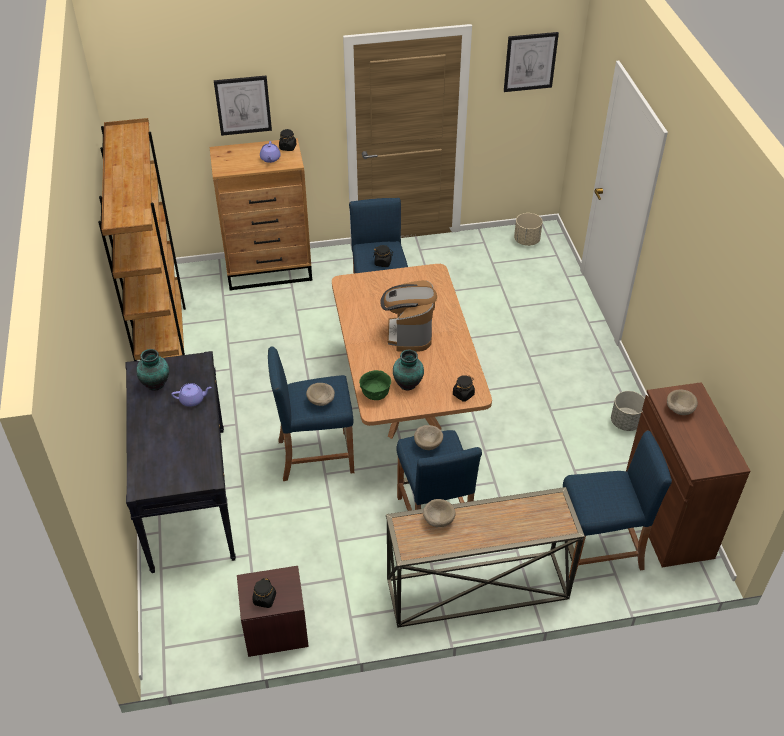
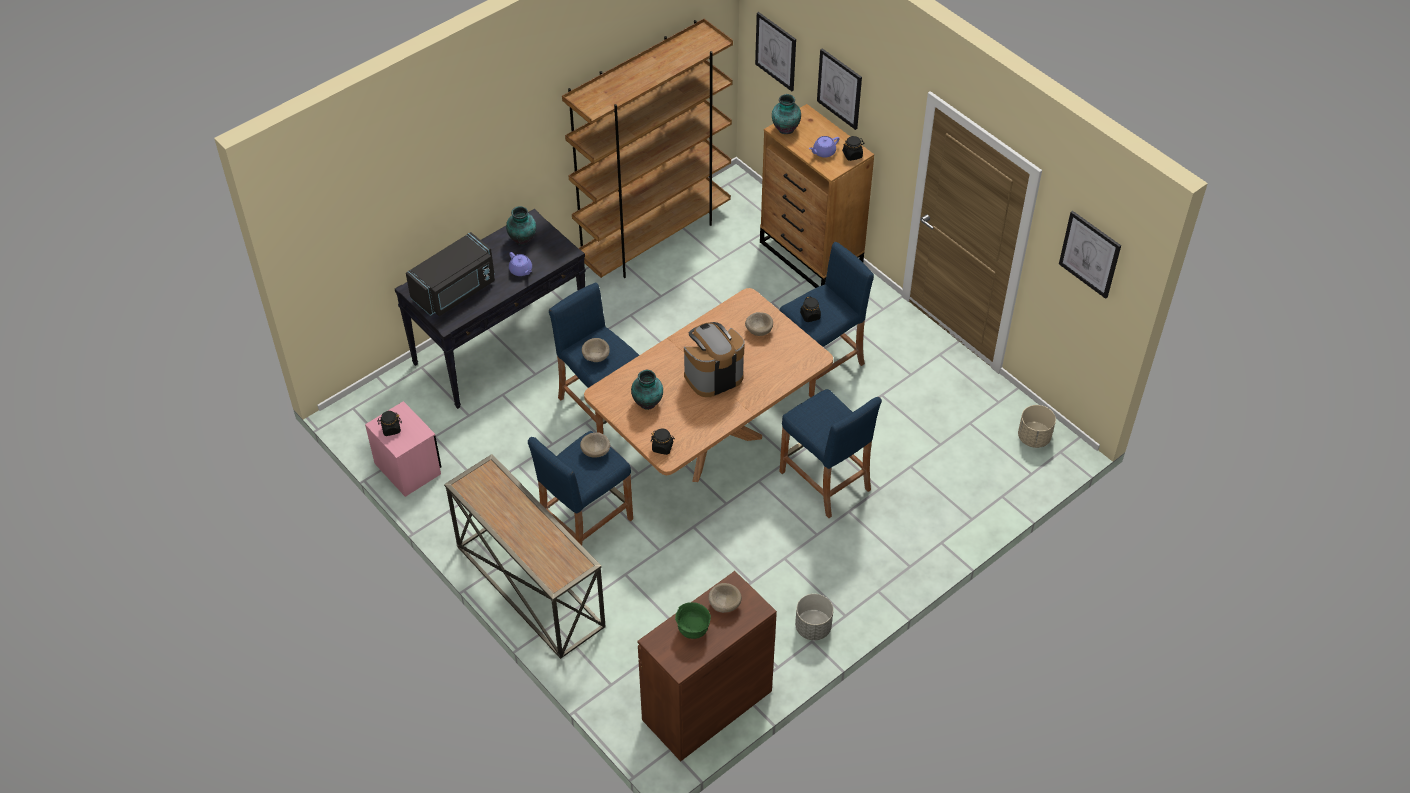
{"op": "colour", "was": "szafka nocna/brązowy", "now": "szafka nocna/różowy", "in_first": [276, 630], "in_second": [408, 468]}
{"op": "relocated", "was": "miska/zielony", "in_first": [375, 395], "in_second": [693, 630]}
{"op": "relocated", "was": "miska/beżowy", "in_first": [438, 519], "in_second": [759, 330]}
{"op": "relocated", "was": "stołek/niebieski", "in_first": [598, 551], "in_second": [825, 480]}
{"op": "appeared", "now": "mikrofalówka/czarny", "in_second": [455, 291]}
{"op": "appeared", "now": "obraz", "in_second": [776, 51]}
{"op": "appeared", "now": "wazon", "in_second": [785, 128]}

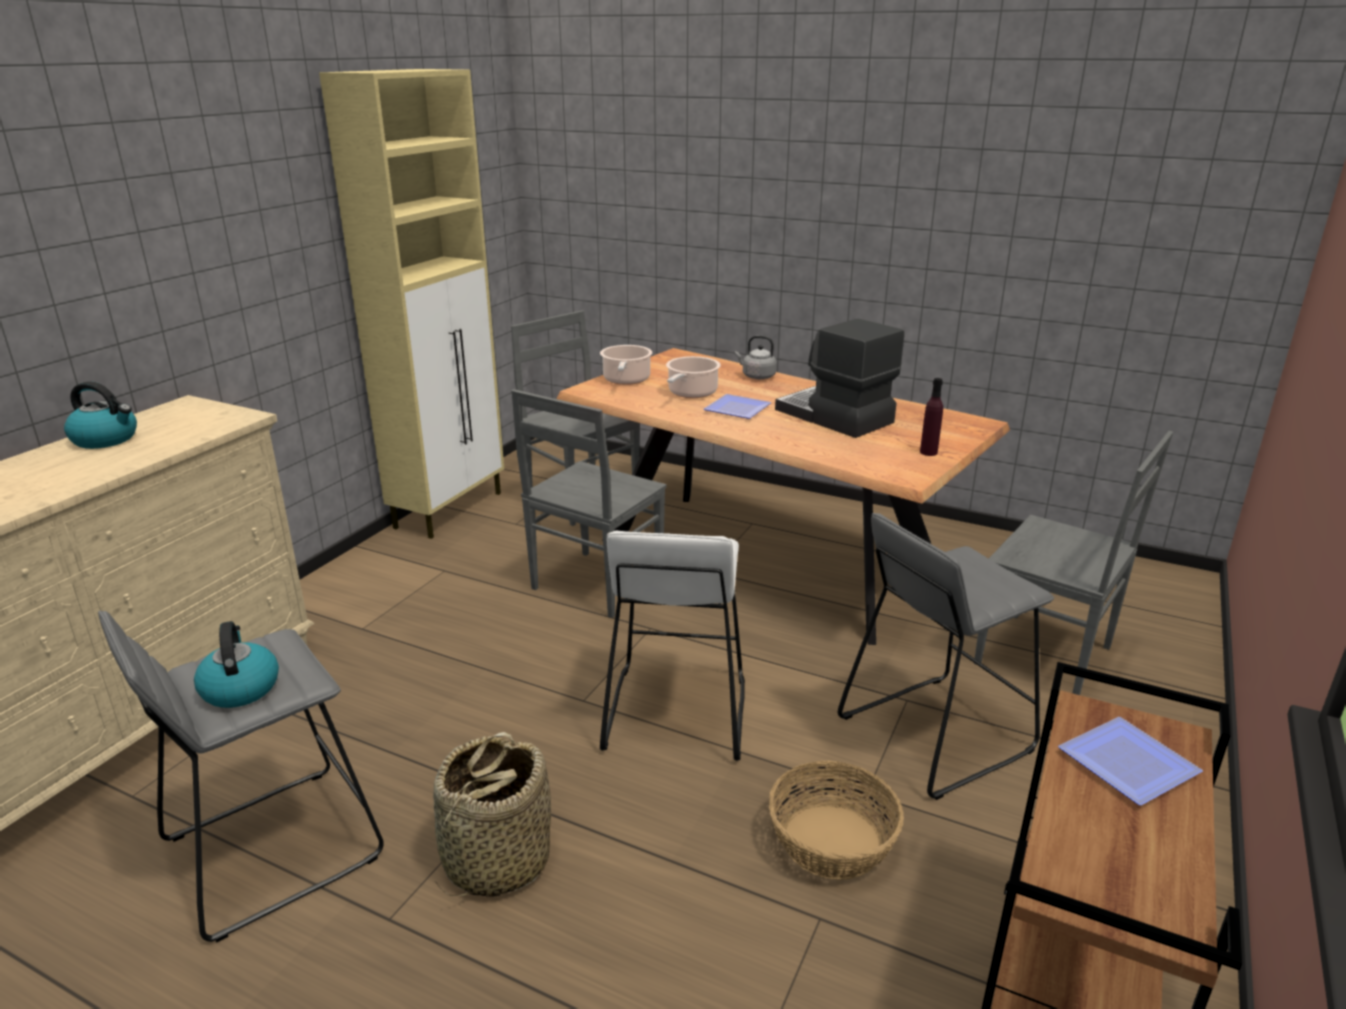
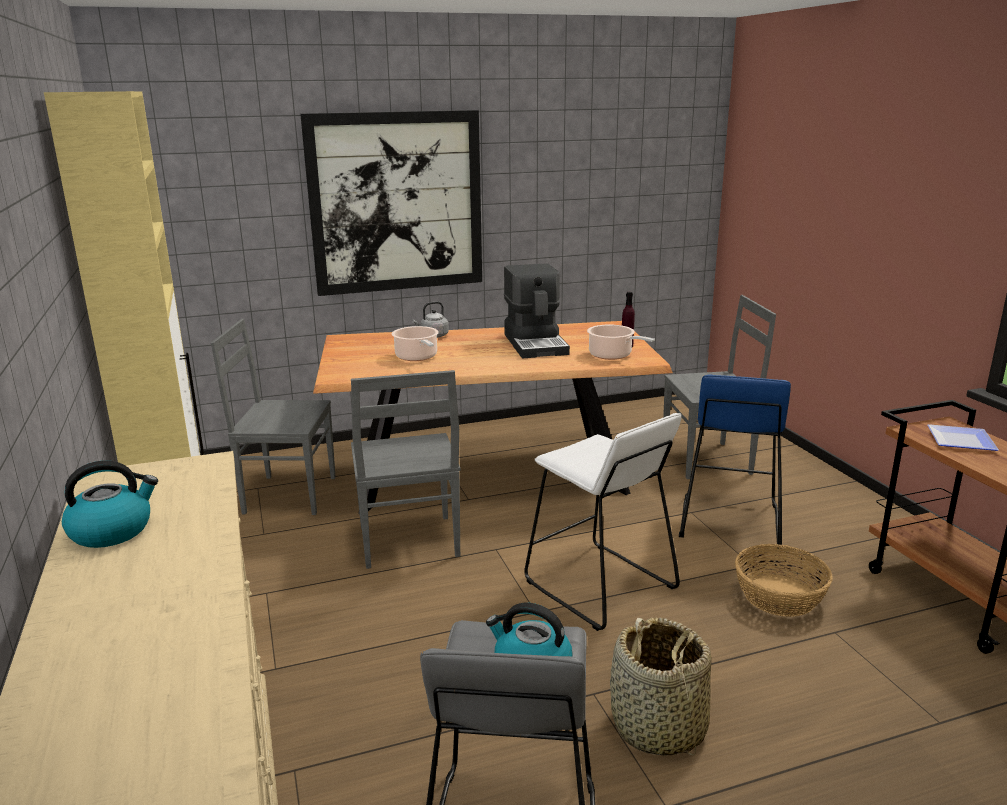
{"op": "relocated", "was": "garnek", "in_first": [626, 380], "in_second": [612, 355]}
{"op": "missing", "was": "talerz", "in_first": [735, 409]}
{"op": "spun", "was": "ekspres do kawy", "in_first": [833, 417], "in_second": [536, 344], "clockwise": -105}
{"op": "colour", "was": "stołek/szary", "now": "stołek/niebieski", "in_first": [934, 733], "in_second": [728, 520]}
{"op": "appeared", "now": "obraz", "in_second": [396, 203]}

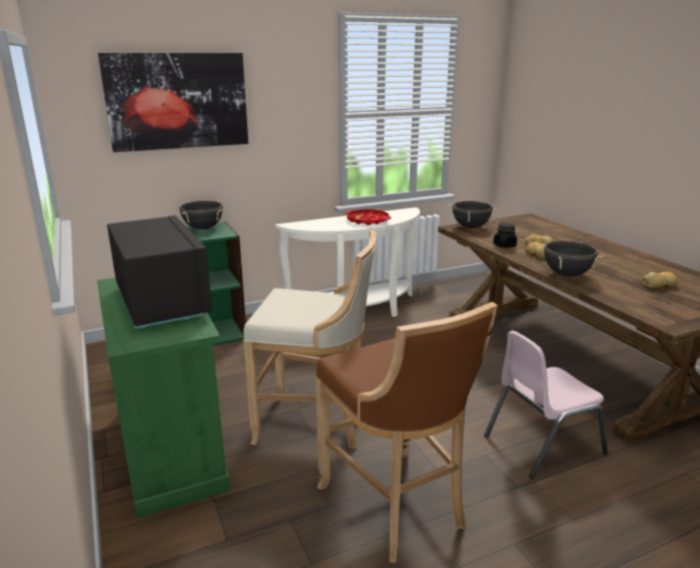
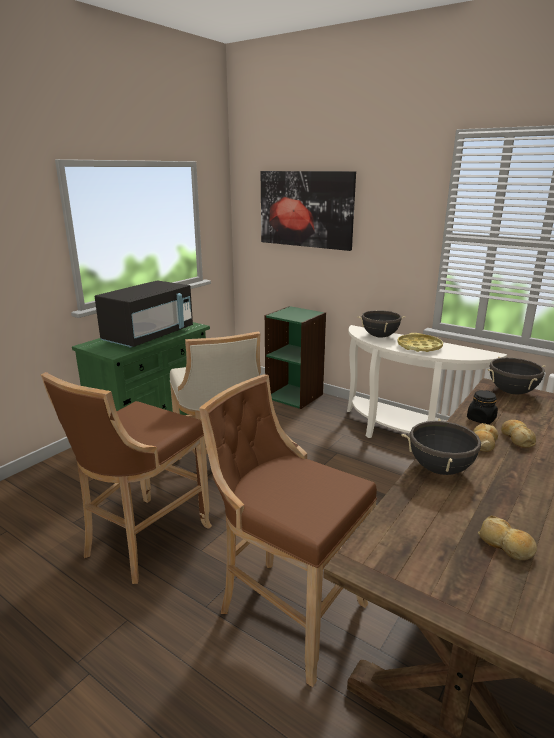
{"op": "relocated", "was": "garnek/czarny", "in_first": [203, 228], "in_second": [379, 336]}
{"op": "colour", "was": "taca/czerwony", "now": "taca/żółty", "in_first": [367, 221], "in_second": [419, 347]}
{"op": "exchanged", "was": "krzesło/różowy", "now": "stołek/brązowy", "in_first": [542, 444], "in_second": [287, 610]}

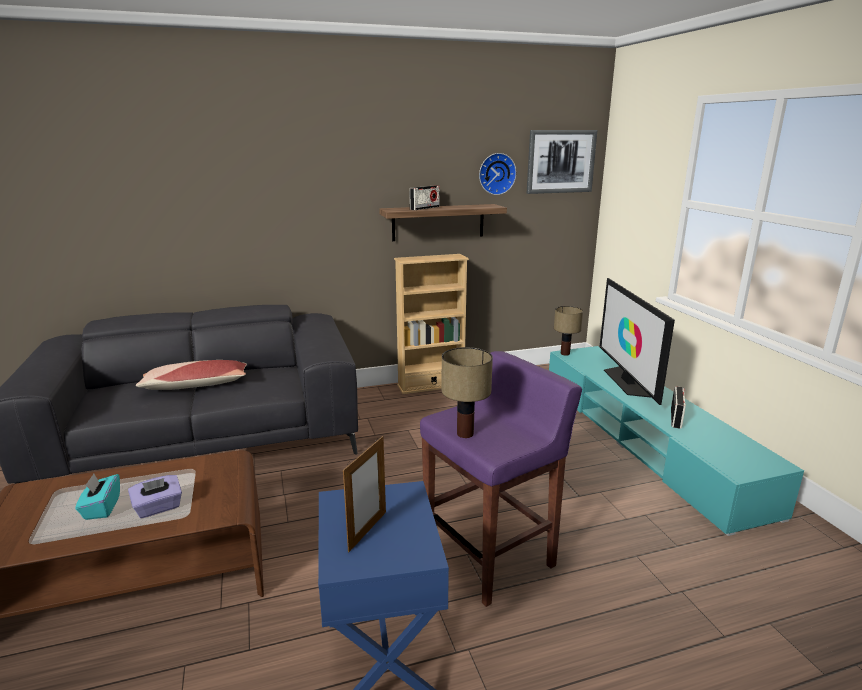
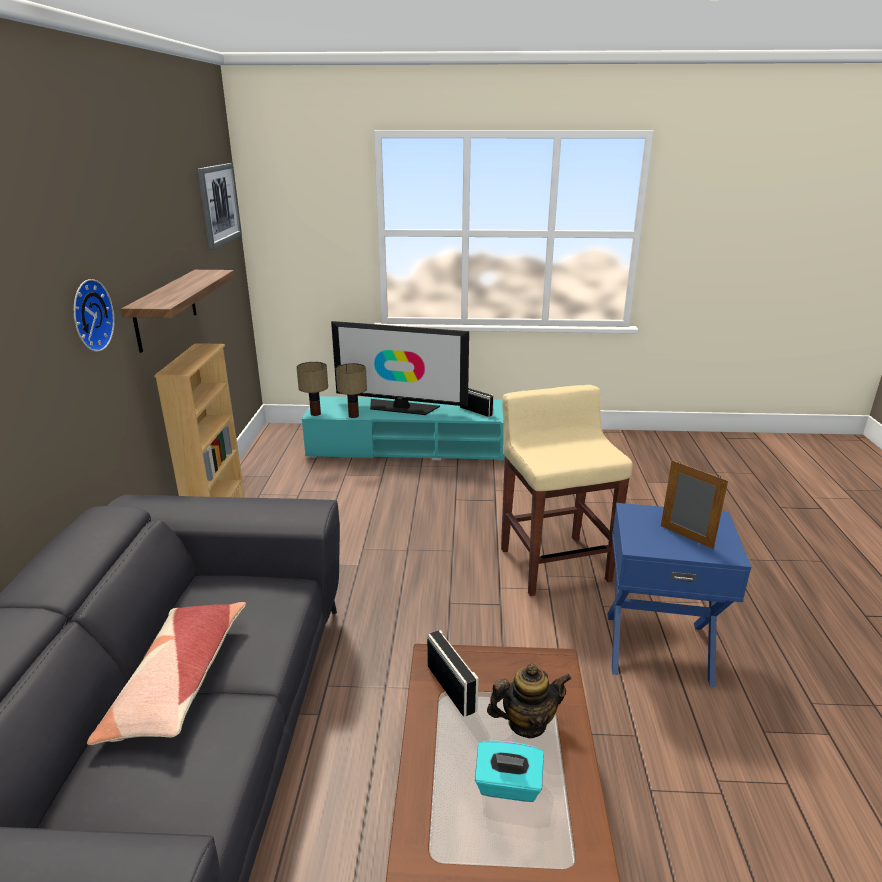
{"op": "exchanged", "was": "pudełko chusteczek/fioletowy", "now": "imbryk", "in_first": [158, 508], "in_second": [527, 723]}
{"op": "relocated", "was": "radio", "in_first": [424, 208], "in_second": [451, 688]}
{"op": "colour", "was": "stołek/fioletowy", "now": "stołek/beżowy", "in_first": [491, 556], "in_second": [554, 564]}
{"op": "relocated", "was": "lampa stołowa", "in_first": [465, 433], "in_second": [353, 415]}
{"op": "relocated", "was": "zegar ścienny", "in_first": [496, 174], "in_second": [88, 315]}

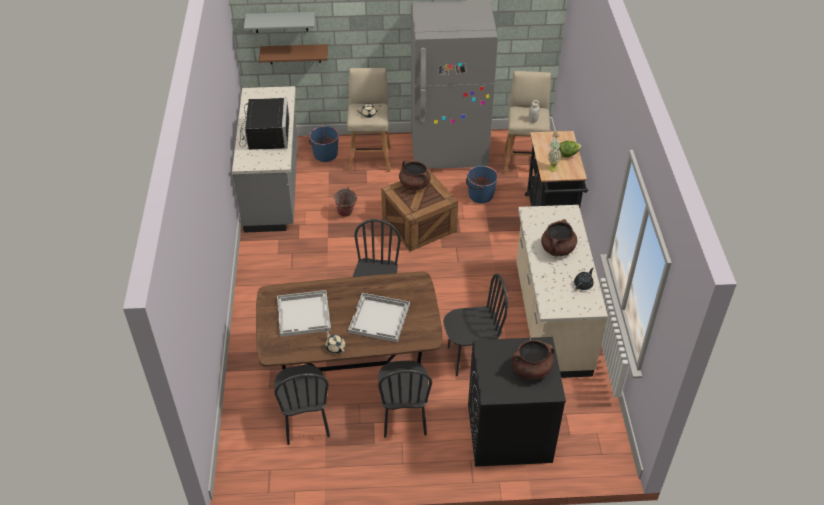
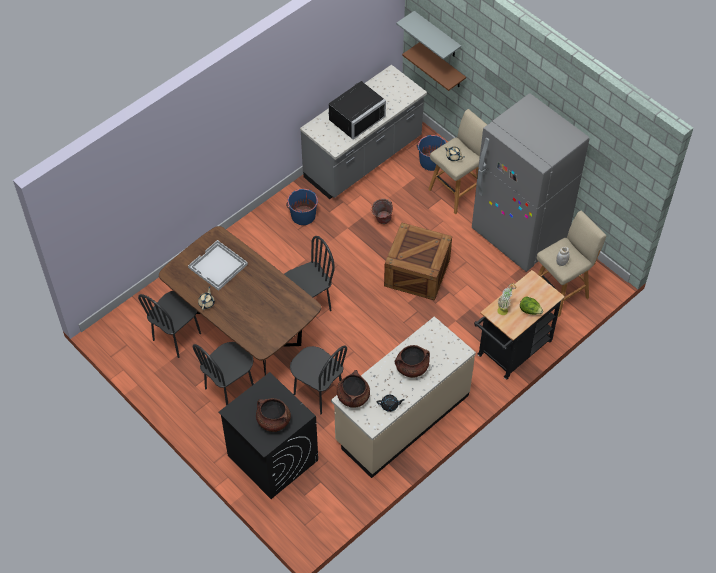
{"op": "missing", "was": "taca/biały", "in_first": [379, 319]}
{"op": "relocated", "was": "garnek/brązowy", "in_first": [414, 185], "in_second": [353, 396]}
{"op": "relocated", "was": "wiadro/niebieski", "in_first": [480, 195], "in_second": [303, 215]}

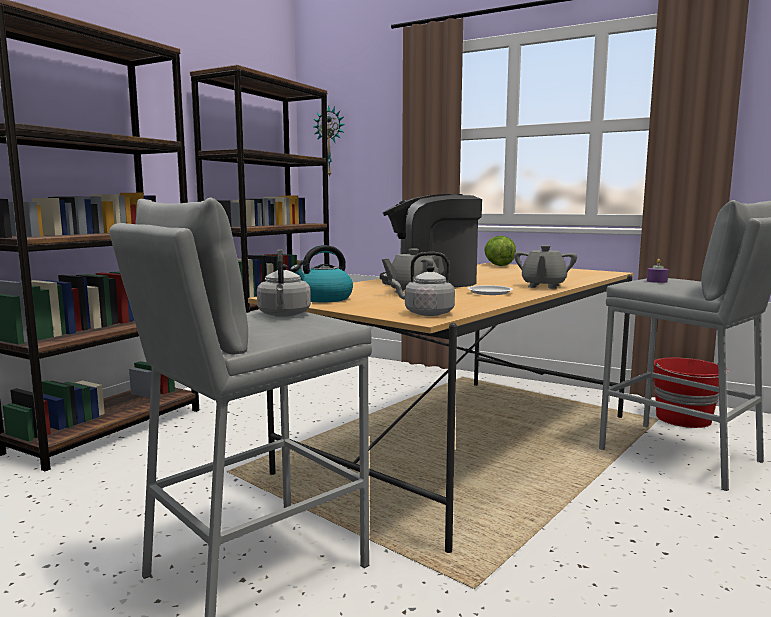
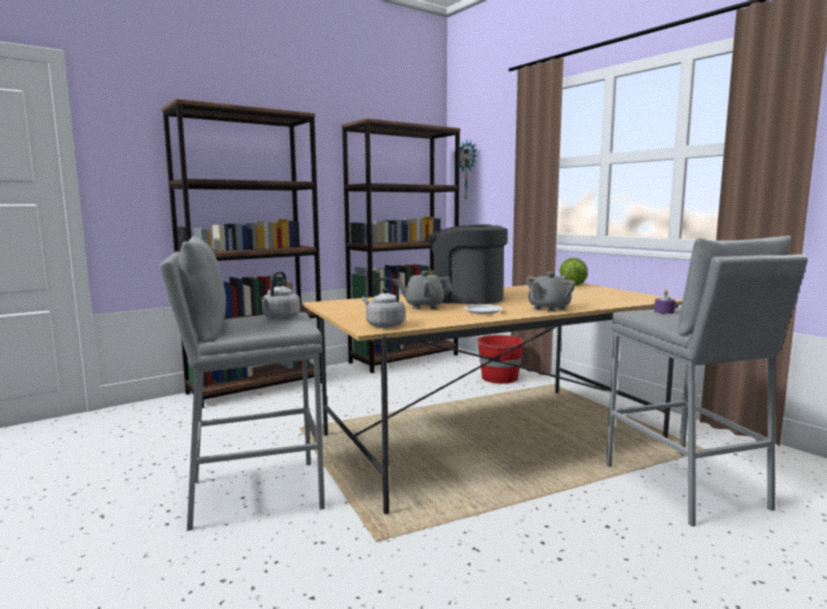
{"op": "missing", "was": "czajnik", "in_first": [323, 299]}
{"op": "relocated", "was": "wiadro/czerwony", "in_first": [684, 419], "in_second": [499, 378]}

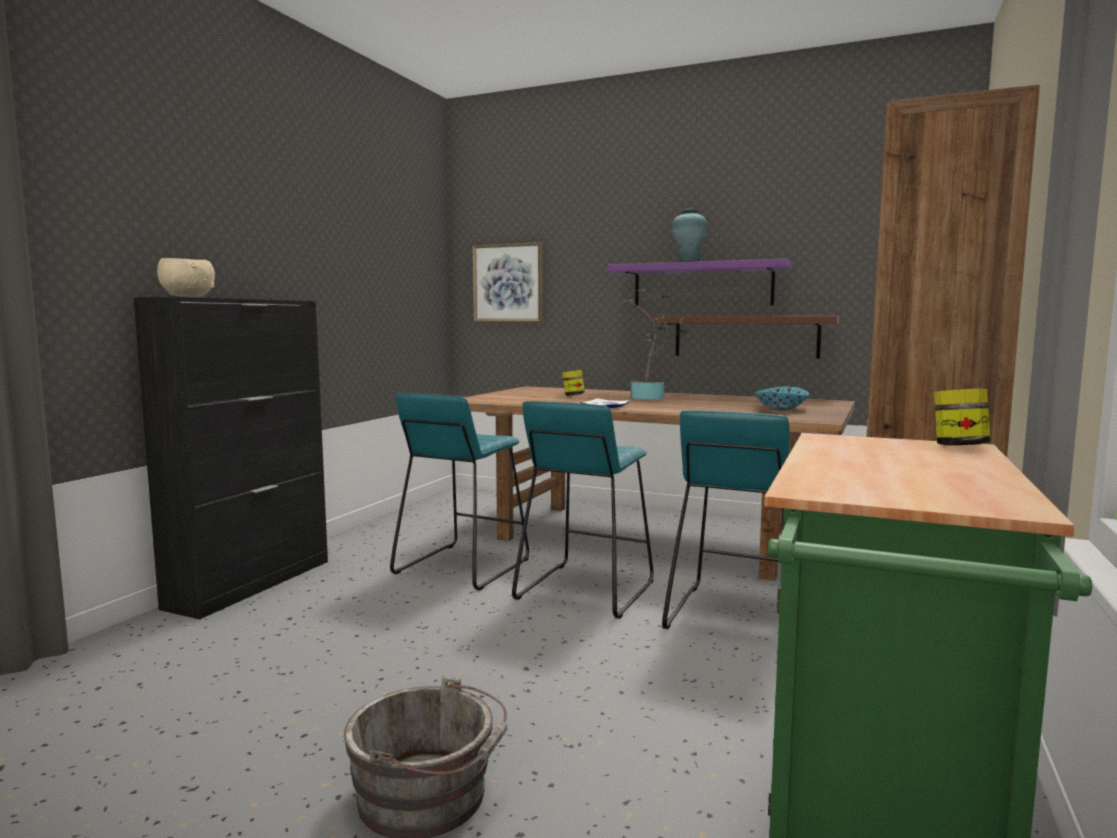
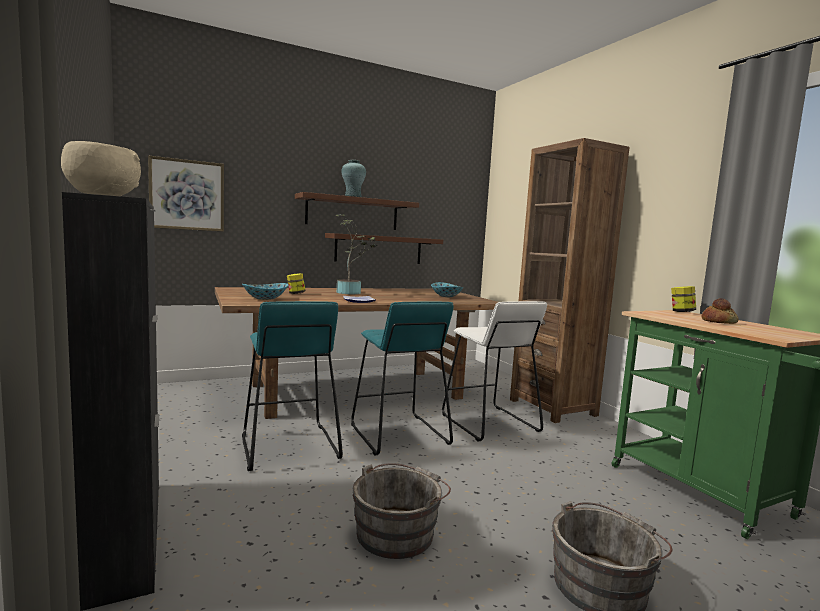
{"op": "colour", "was": "półka/fioletowy", "now": "półka/brązowy", "in_first": [702, 285], "in_second": [352, 213]}
{"op": "colour", "was": "stołek/turkusowy", "now": "stołek/biały", "in_first": [735, 616], "in_second": [488, 423]}
{"op": "appeared", "now": "miska", "in_second": [265, 298]}
{"op": "appeared", "now": "wiadro/szary", "in_second": [398, 531]}
{"op": "appeared", "now": "chleb", "in_second": [718, 321]}

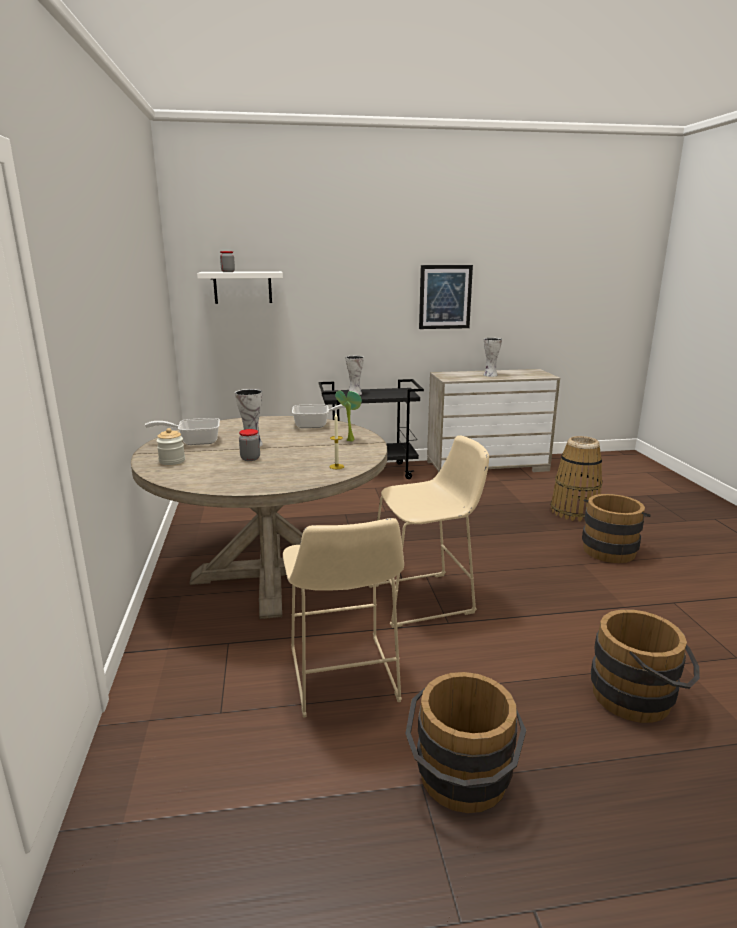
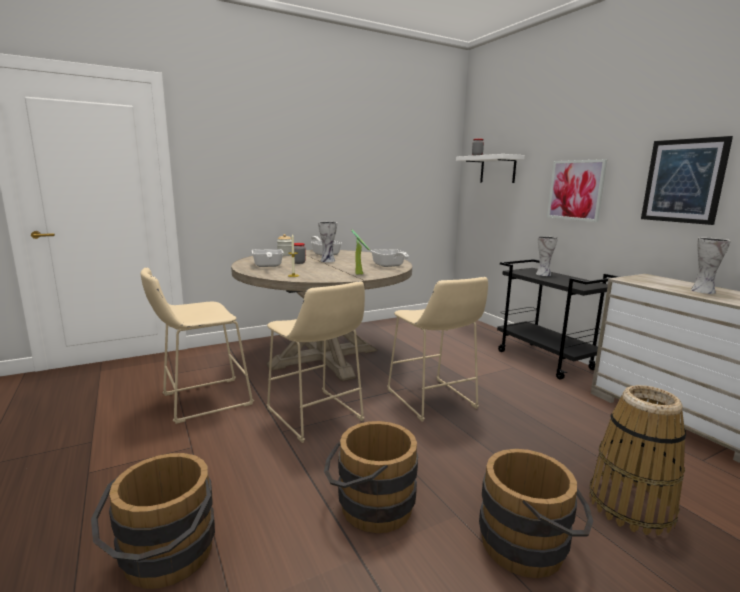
{"op": "relocated", "was": "wiadro/brązowy", "in_first": [461, 783], "in_second": [368, 506]}
{"op": "appeared", "now": "patelnia", "in_second": [267, 266]}
{"op": "appeared", "now": "stołek/beżowy", "in_second": [433, 401]}
{"op": "appeared", "now": "obraz", "in_second": [576, 190]}

